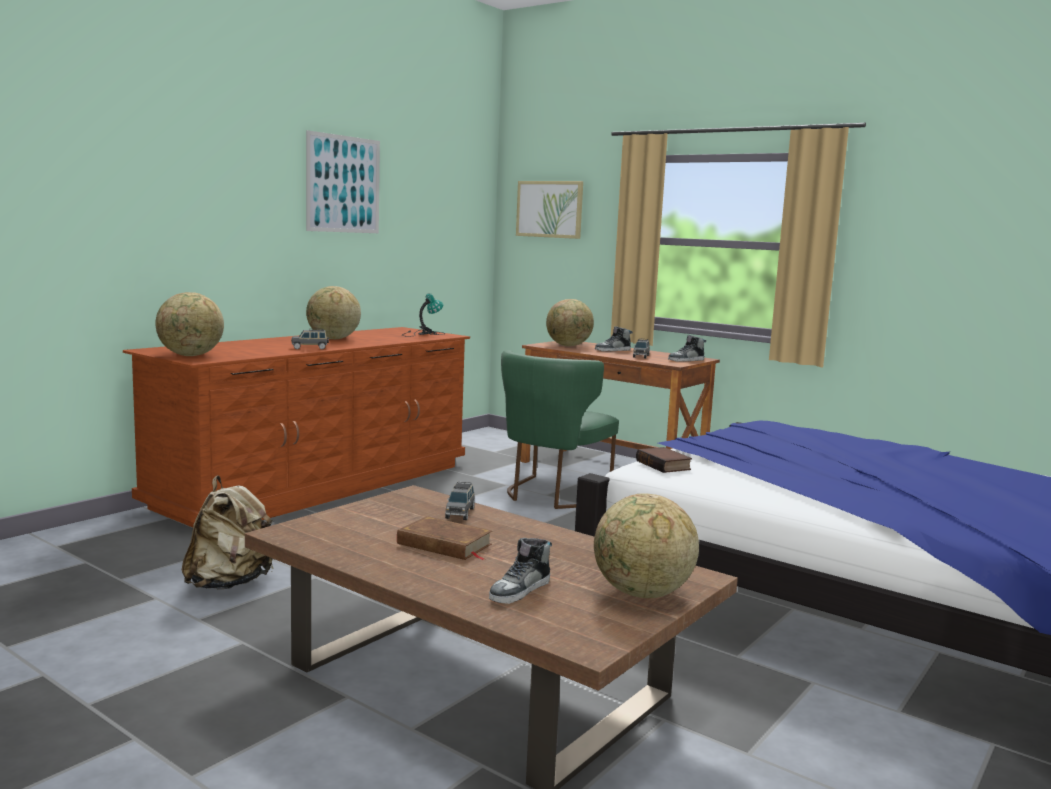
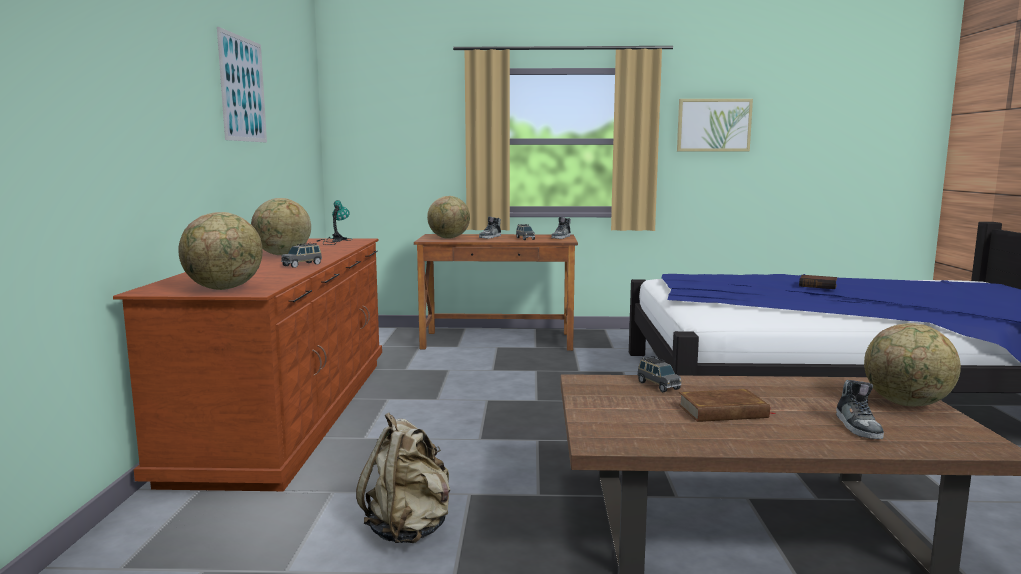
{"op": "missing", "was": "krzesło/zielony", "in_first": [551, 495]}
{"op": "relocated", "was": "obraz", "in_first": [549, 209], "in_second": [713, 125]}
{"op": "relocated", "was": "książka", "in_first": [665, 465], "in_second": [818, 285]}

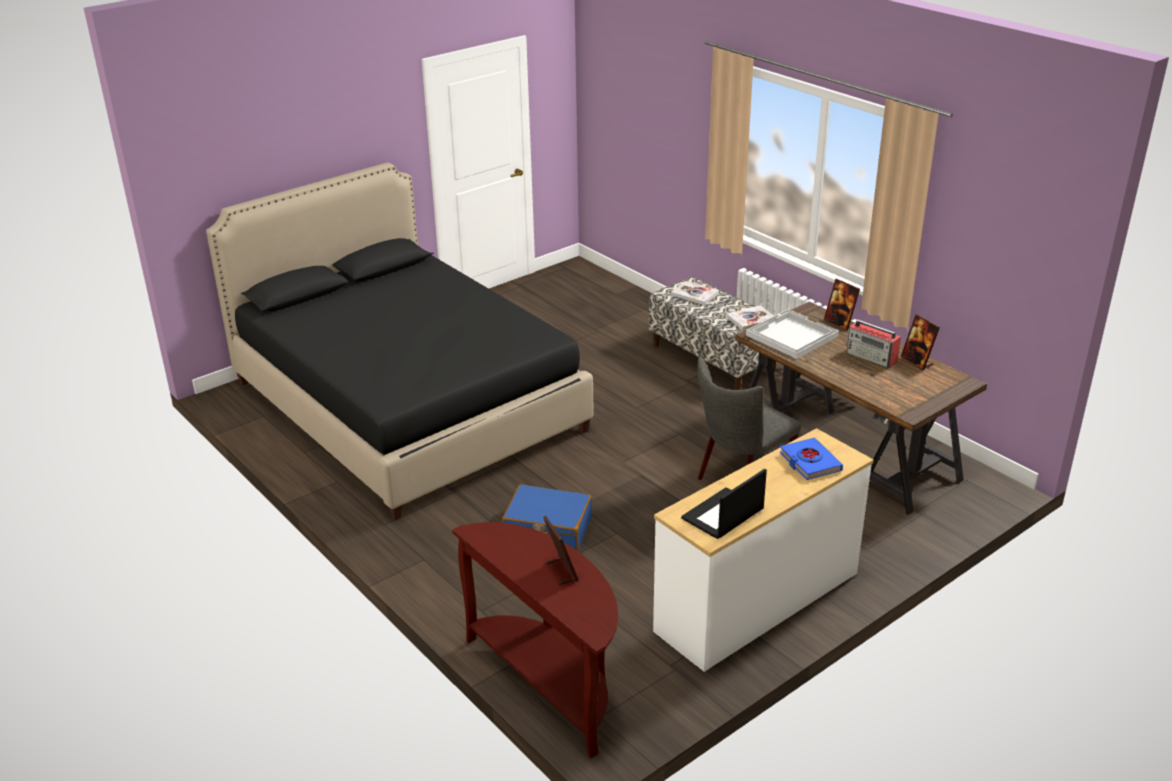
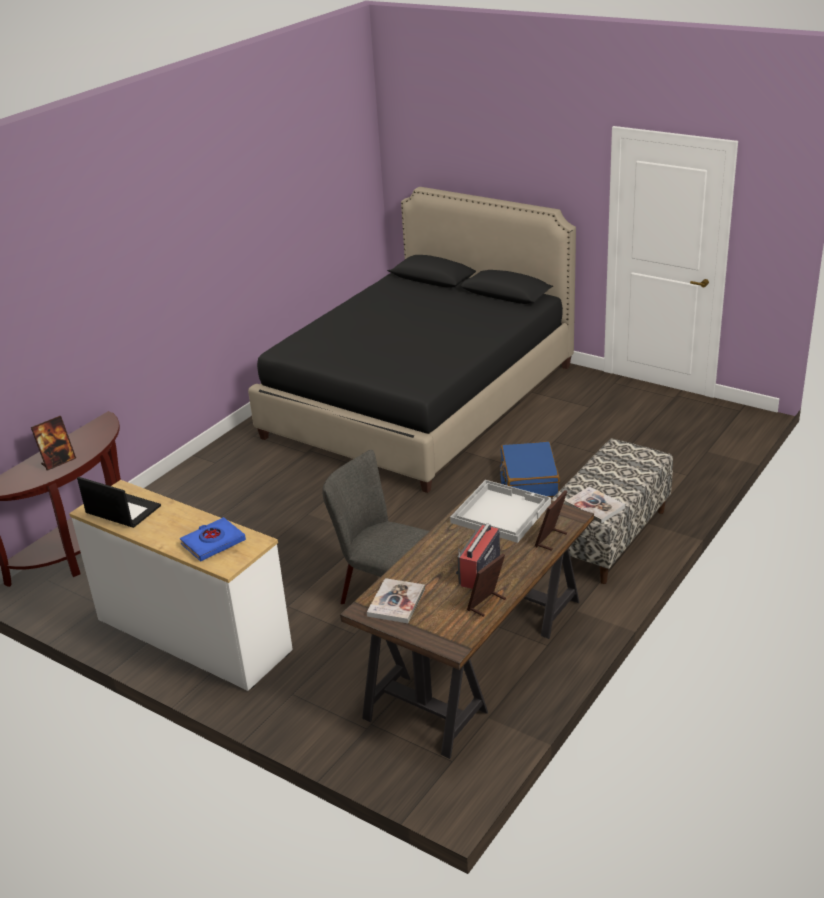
{"op": "relocated", "was": "walizka/niebieski", "in_first": [548, 528], "in_second": [529, 480]}
{"op": "relocated", "was": "książka", "in_first": [694, 294], "in_second": [396, 602]}

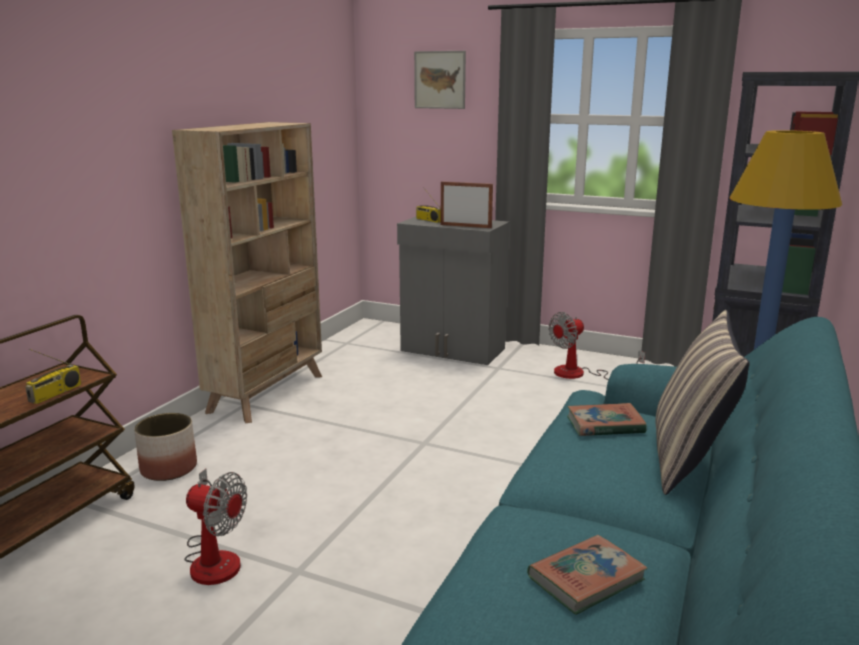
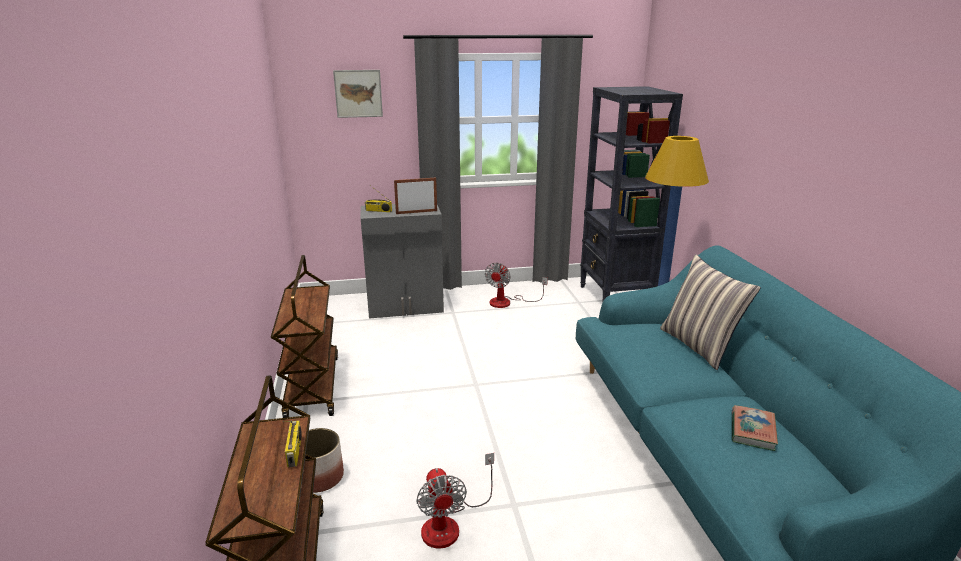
{"op": "exchanged", "was": "regał/beżowy", "now": "wózek/brązowy", "in_first": [267, 393], "in_second": [312, 386]}
{"op": "spun", "was": "wentylator", "in_first": [214, 557], "in_second": [450, 523], "clockwise": 90}
{"op": "missing", "was": "książka", "in_first": [605, 425]}

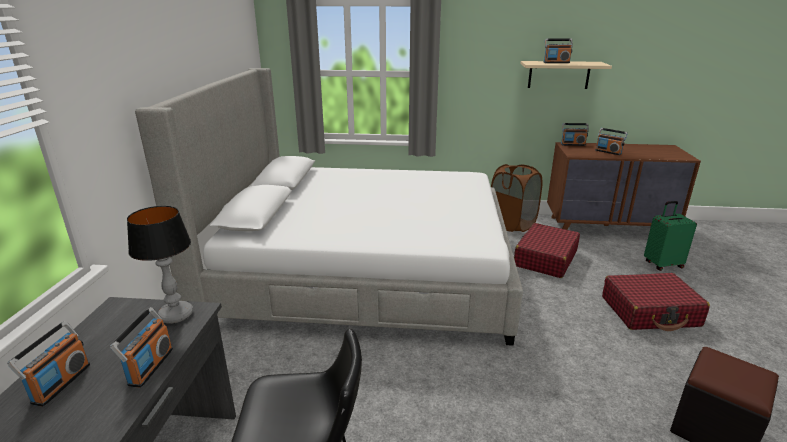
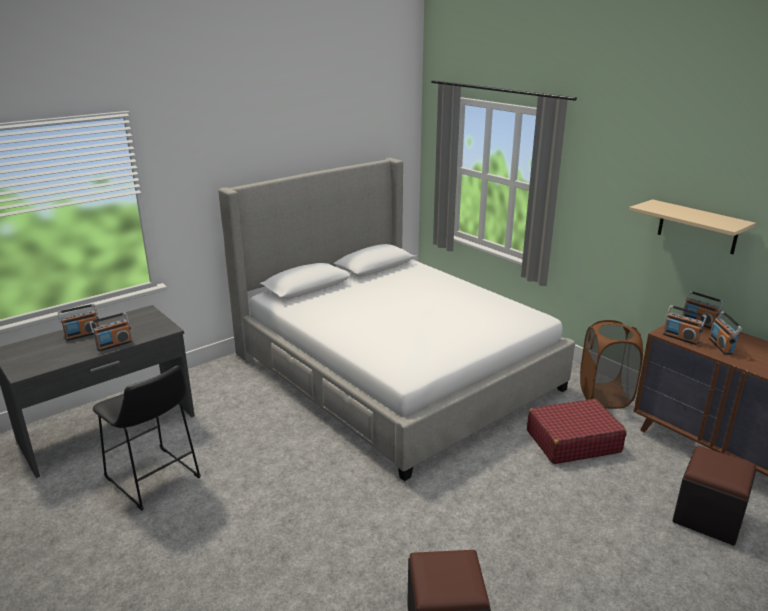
{"op": "missing", "was": "lampa stołowa", "in_first": [175, 315]}
{"op": "relocated", "was": "radio", "in_first": [556, 62], "in_second": [680, 338]}
{"op": "missing", "was": "walizka/czerwony", "in_first": [650, 312]}
{"op": "exchanged", "was": "walizka/zielony", "now": "pufa/czarny", "in_first": [662, 264], "in_second": [708, 517]}

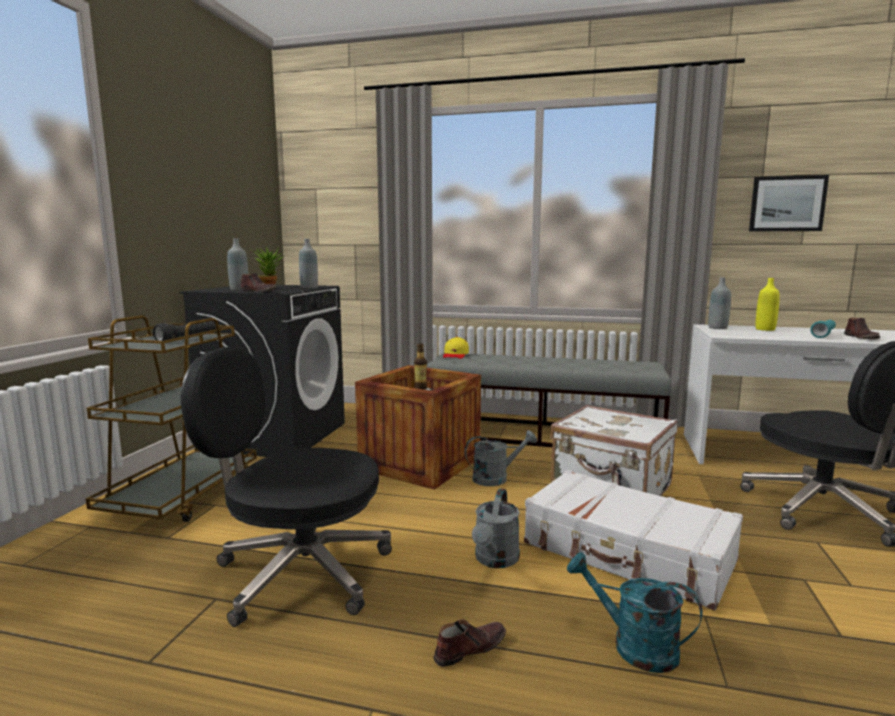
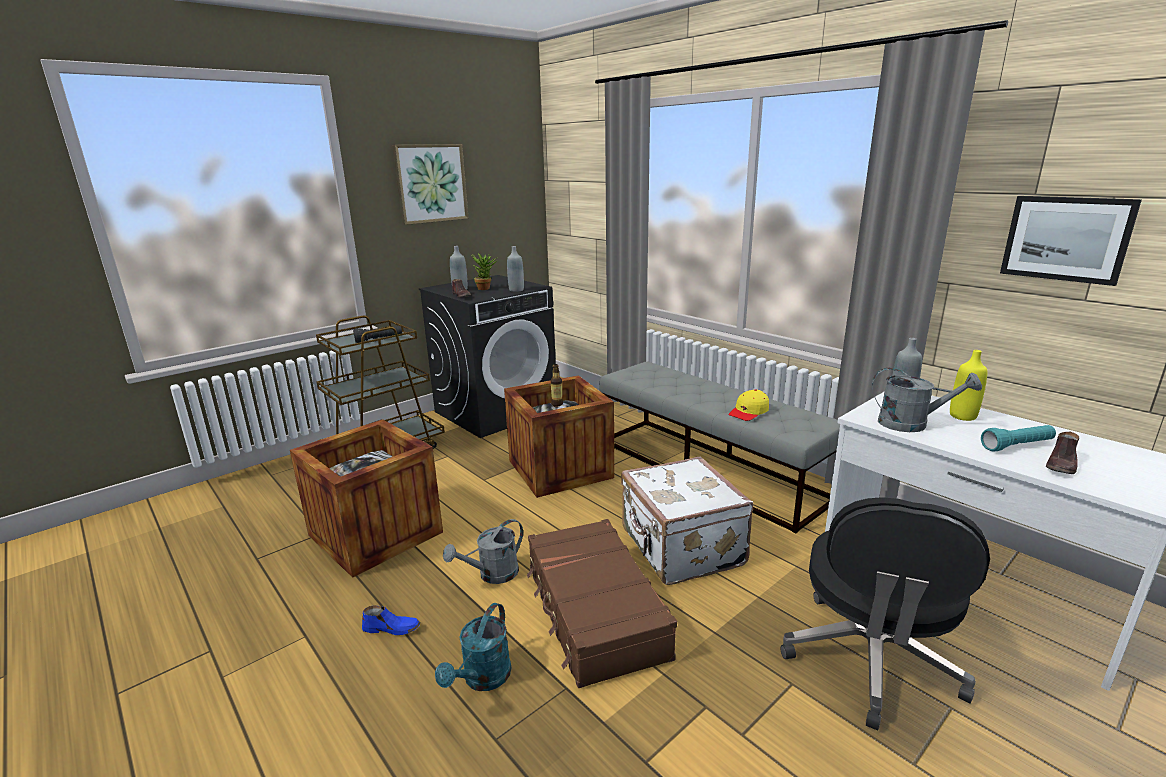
{"op": "exchanged", "was": "krzesło biurowe/czarny", "now": "skrzynka", "in_first": [299, 572], "in_second": [375, 533]}
{"op": "colour", "was": "but/brązowy", "now": "but/niebieski", "in_first": [469, 648], "in_second": [392, 628]}
{"op": "relocated", "was": "czapka z daszkiem/żółty", "in_first": [455, 355], "in_second": [749, 412]}
{"op": "relocated", "was": "konewka/szary", "in_first": [496, 478], "in_second": [911, 424]}
{"op": "colour", "was": "walizka/biały", "now": "walizka/brązowy", "in_first": [627, 553], "in_second": [594, 612]}
{"op": "spun", "was": "konewka/turkusowy", "in_first": [633, 646], "in_second": [482, 679], "clockwise": -135}
{"op": "appeared", "now": "obraz", "in_second": [431, 183]}

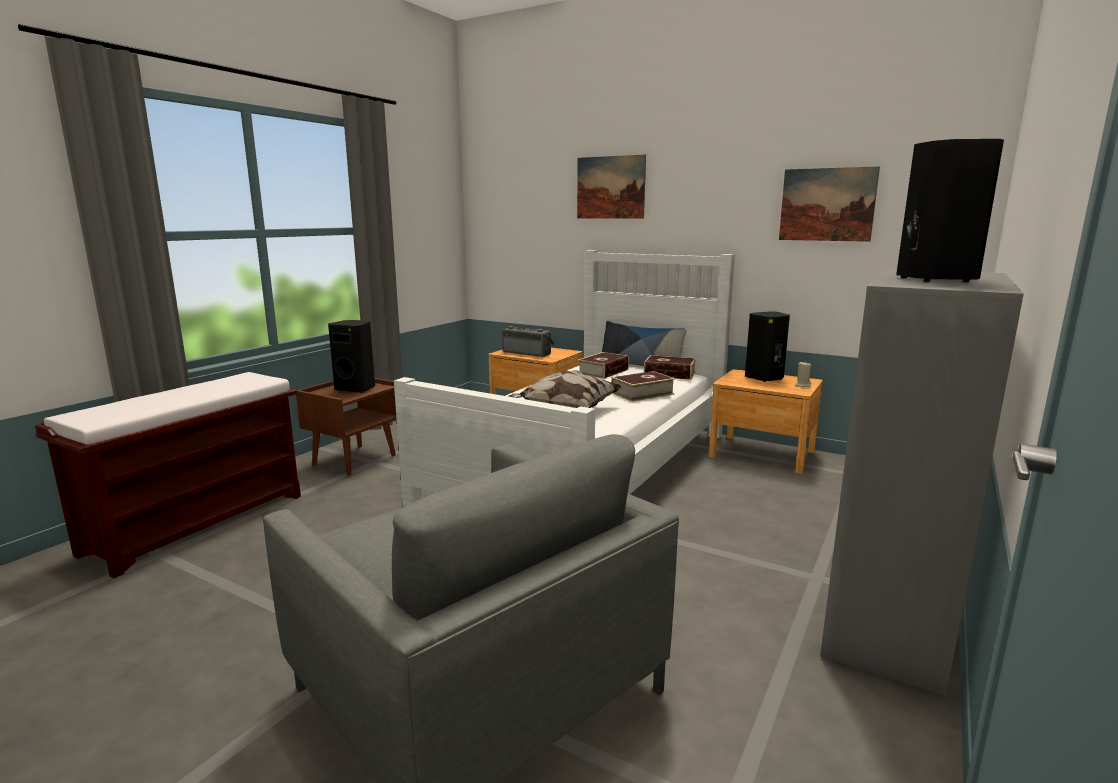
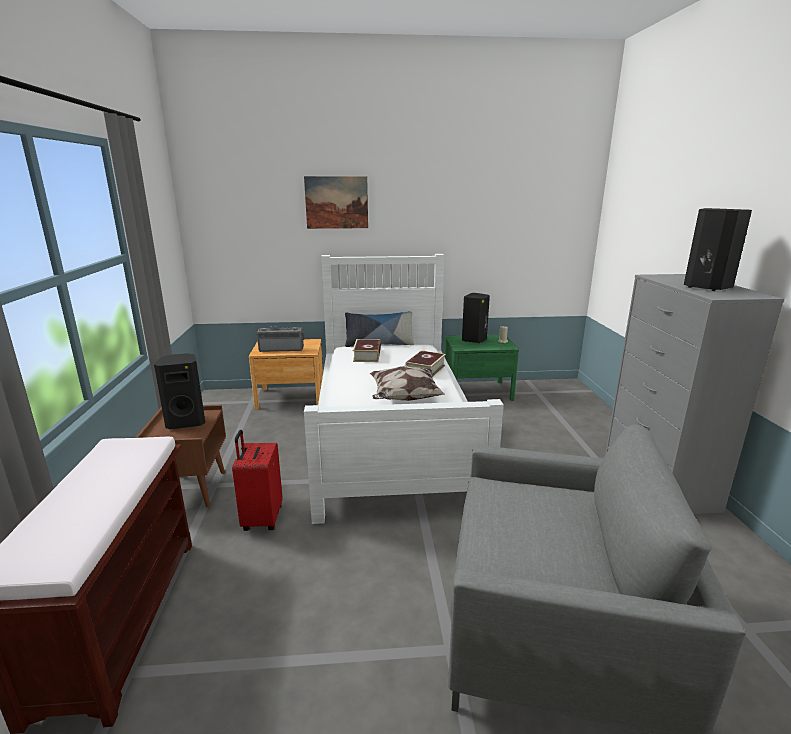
{"op": "missing", "was": "książka", "in_first": [669, 374]}
{"op": "colour", "was": "szafka nocna/brązowy", "now": "szafka nocna/zielony", "in_first": [762, 454], "in_second": [477, 391]}
{"op": "missing", "was": "obraz", "in_first": [827, 204]}
{"op": "appeared", "now": "walizka/czerwony", "in_second": [261, 519]}

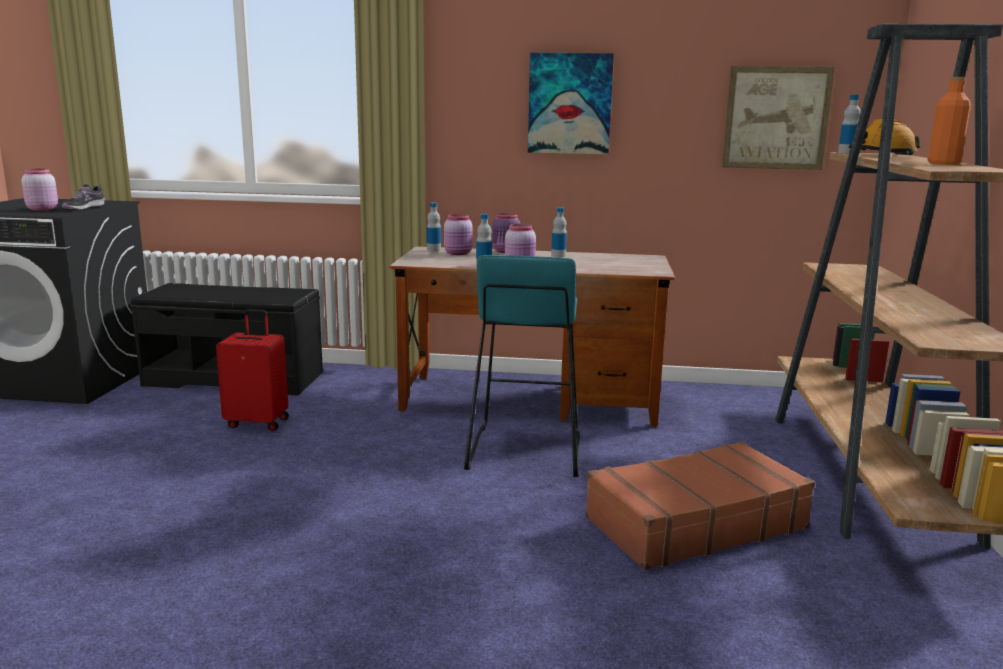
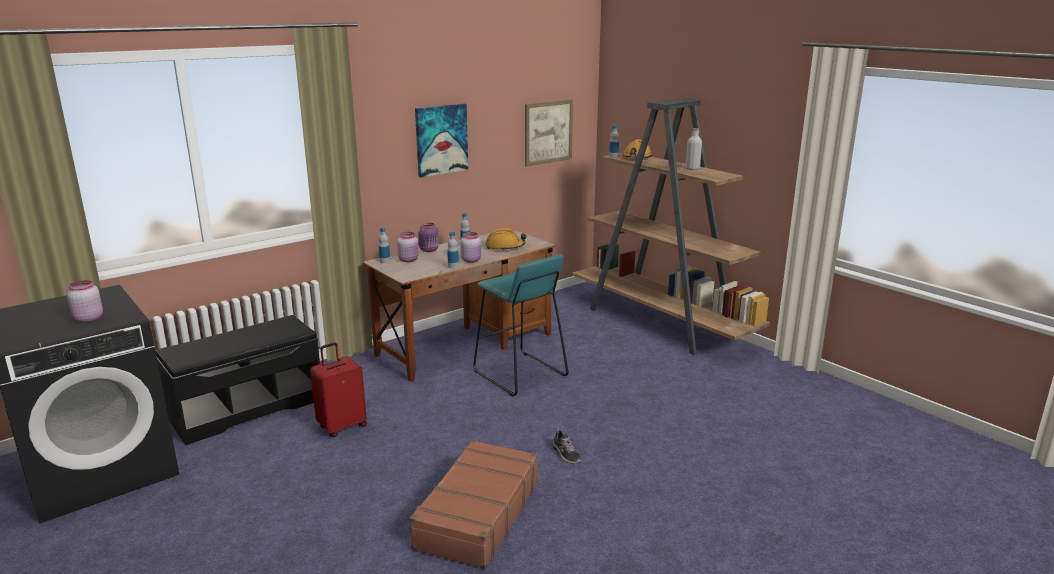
{"op": "relocated", "was": "but", "in_first": [84, 208], "in_second": [566, 454]}
{"op": "relocated", "was": "walizka/brązowy", "in_first": [694, 523], "in_second": [477, 514]}
{"op": "colour", "was": "butelka/pomarańczowy", "now": "butelka/szary", "in_first": [943, 163], "in_second": [692, 168]}
{"op": "appeared", "now": "kask/pomarańczowy", "in_second": [505, 247]}

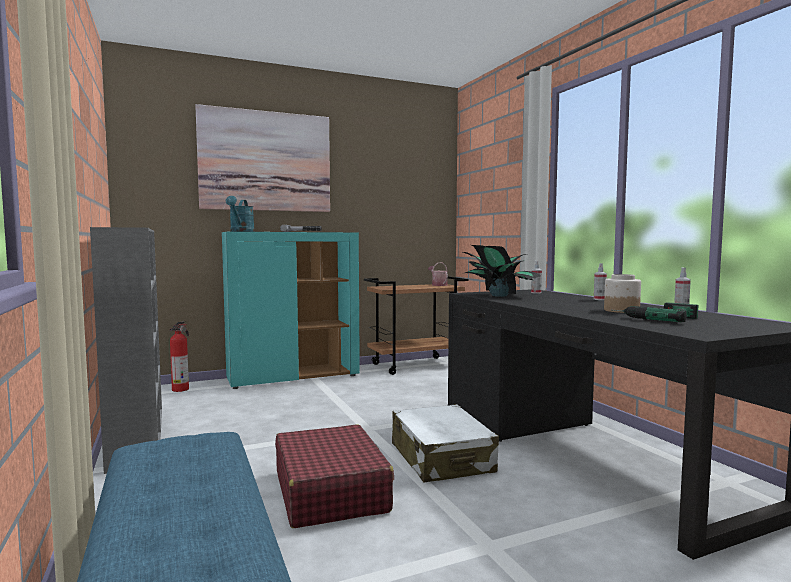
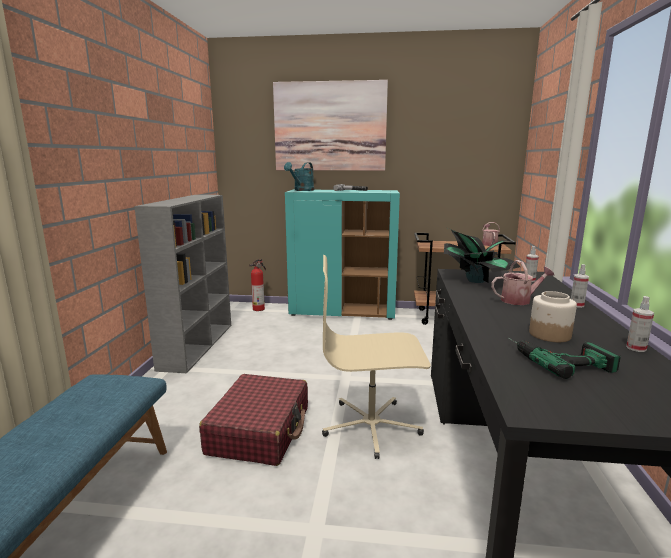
{"op": "exchanged", "was": "walizka/biały", "now": "krzesło biurowe/beżowy", "in_first": [441, 458], "in_second": [371, 426]}
{"op": "appeared", "now": "konewka", "in_second": [519, 300]}

